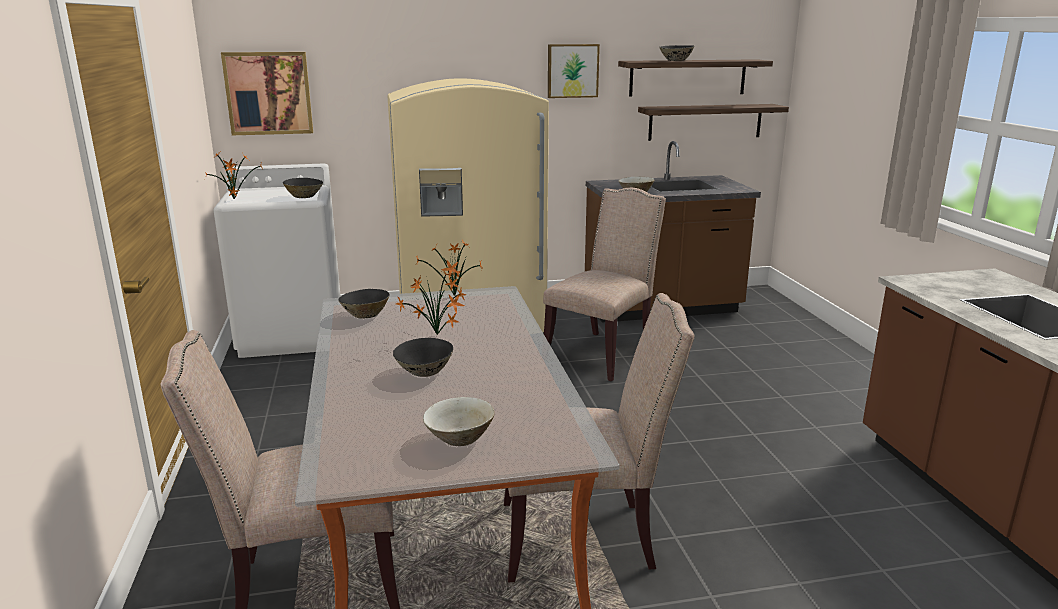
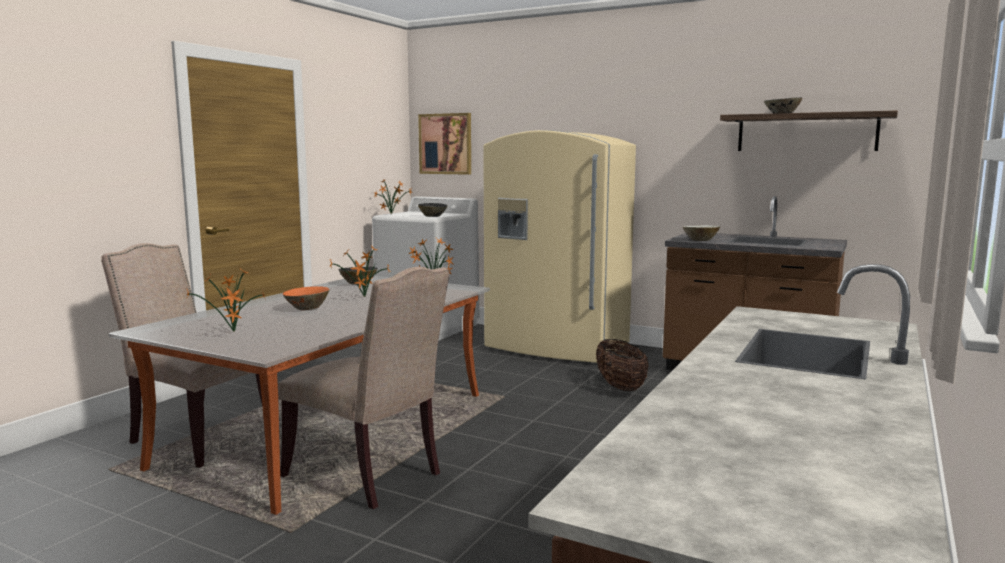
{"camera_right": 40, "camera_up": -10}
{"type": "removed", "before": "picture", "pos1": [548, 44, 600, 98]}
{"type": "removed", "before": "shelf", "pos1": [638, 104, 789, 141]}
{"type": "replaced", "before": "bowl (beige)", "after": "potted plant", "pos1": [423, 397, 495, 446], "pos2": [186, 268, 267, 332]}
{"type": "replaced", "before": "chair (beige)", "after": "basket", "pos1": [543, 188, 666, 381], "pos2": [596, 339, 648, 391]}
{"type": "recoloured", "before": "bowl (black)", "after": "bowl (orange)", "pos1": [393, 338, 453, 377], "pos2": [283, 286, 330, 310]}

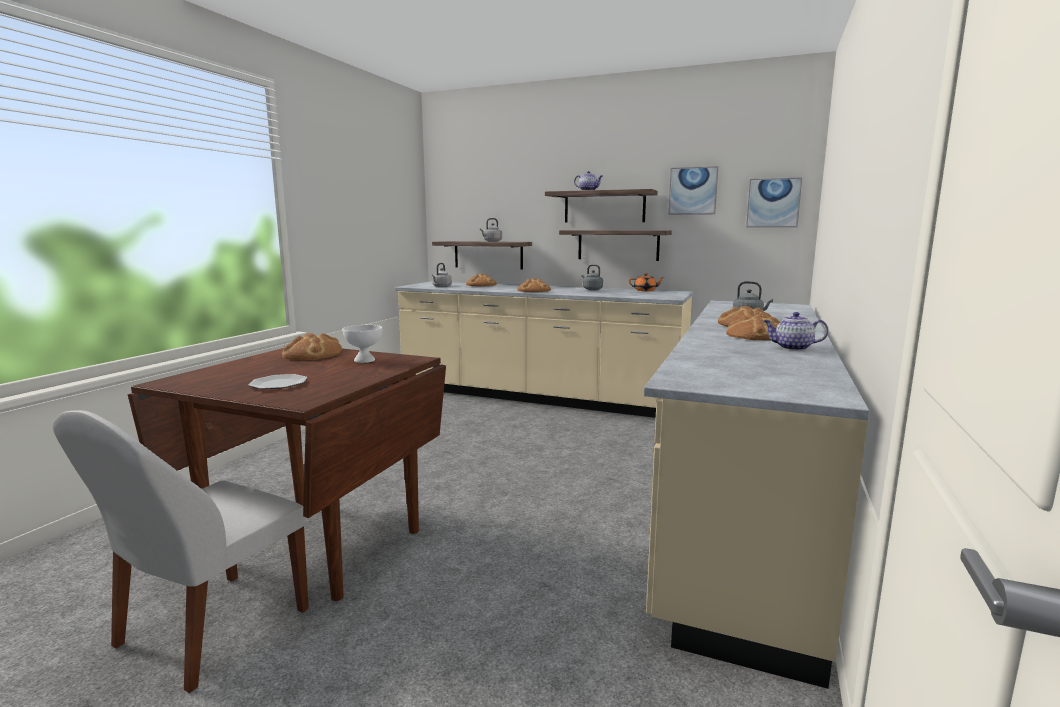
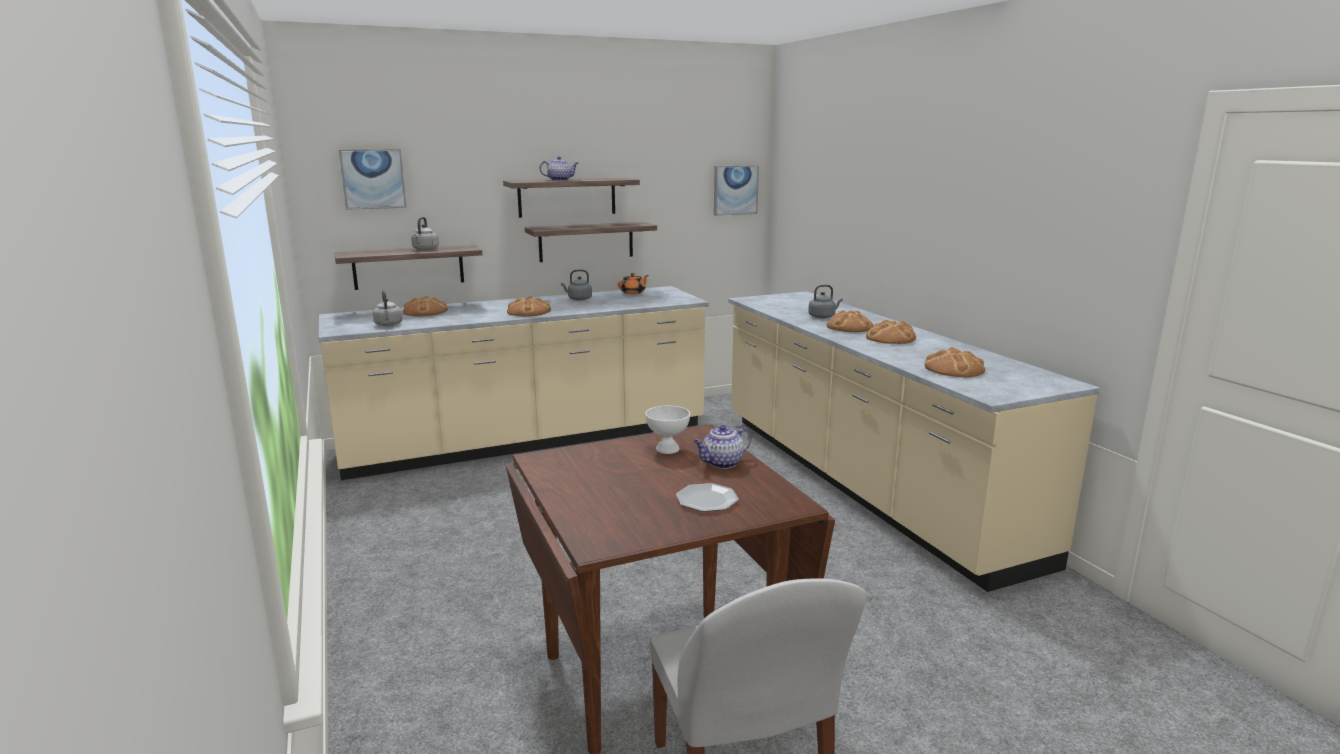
{"camera_right": -45, "camera_up": 5}
{"type": "moved", "before": "bread", "pos1": [282, 333, 342, 360], "pos2": [925, 347, 985, 378]}
{"type": "moved", "before": "picture", "pos1": [668, 166, 719, 215], "pos2": [339, 149, 407, 210]}
{"type": "moved", "before": "teapot", "pos1": [764, 312, 829, 350], "pos2": [694, 425, 751, 469]}

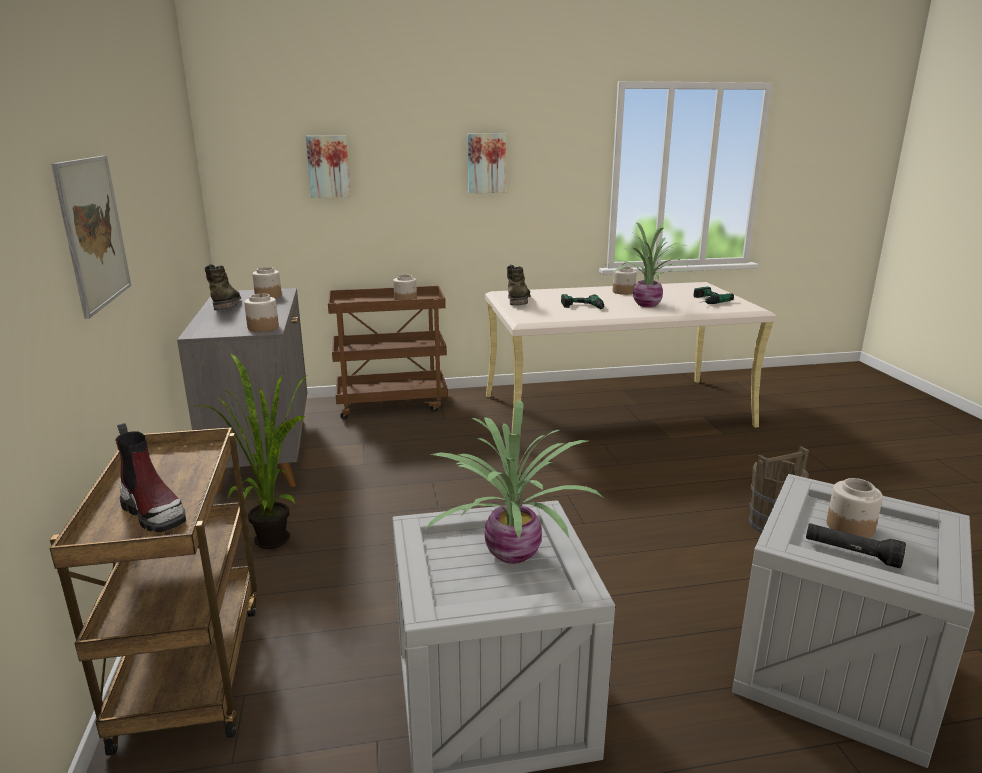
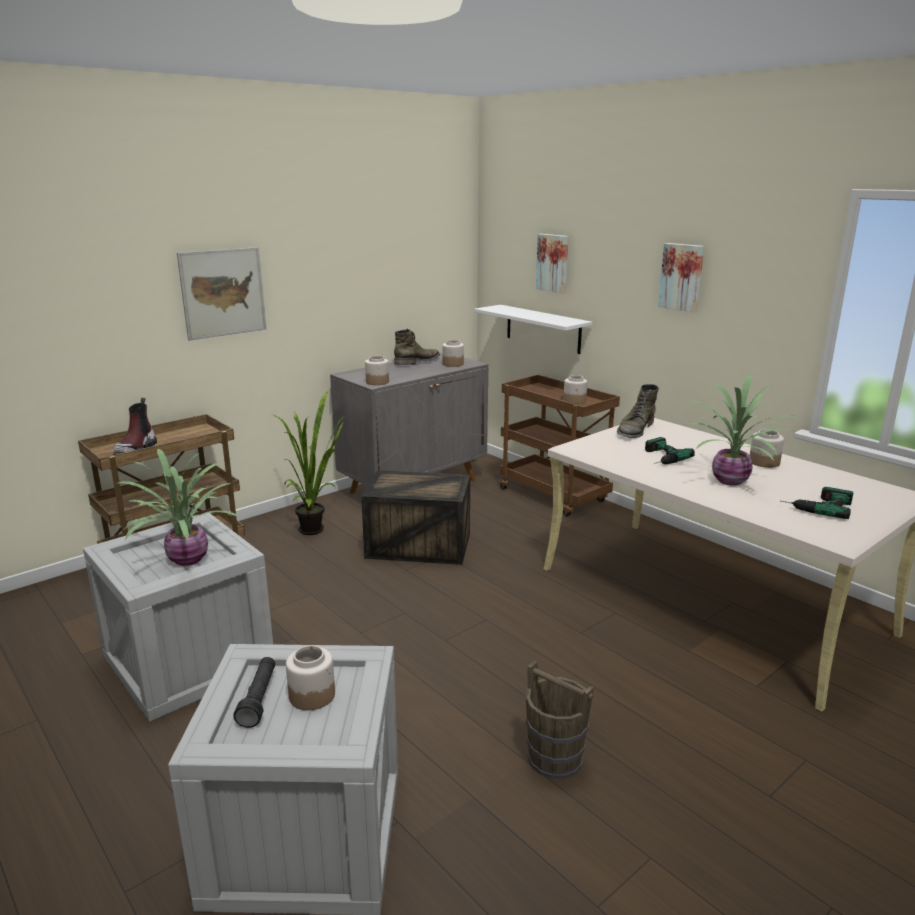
{"camera_right": 60, "camera_up": 0}
{"type": "added", "after": "crate", "pos2": [361, 470, 470, 565]}
{"type": "added", "after": "shelf (white)", "pos2": [474, 305, 592, 354]}
{"type": "turned", "before": "boot (green)", "pos1": [507, 265, 531, 305], "pos2": [617, 384, 659, 438], "turn": 150}

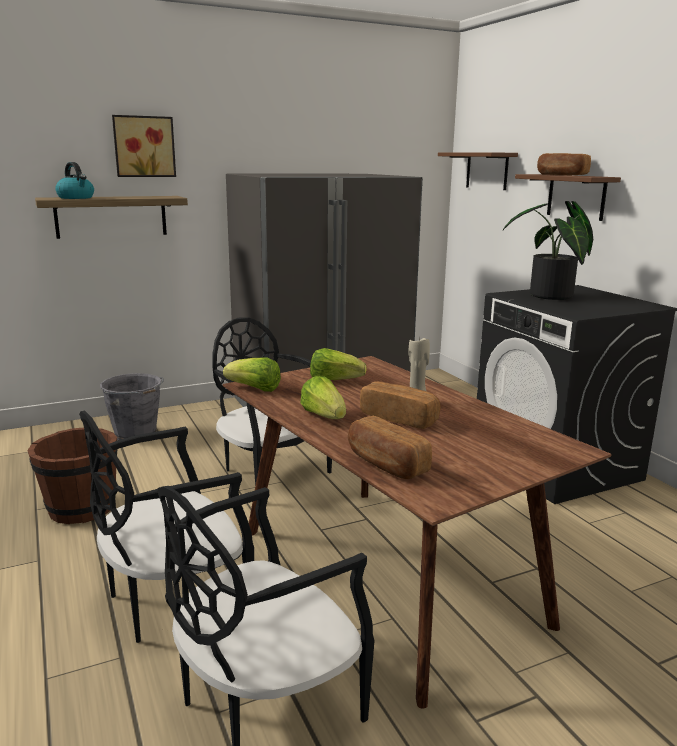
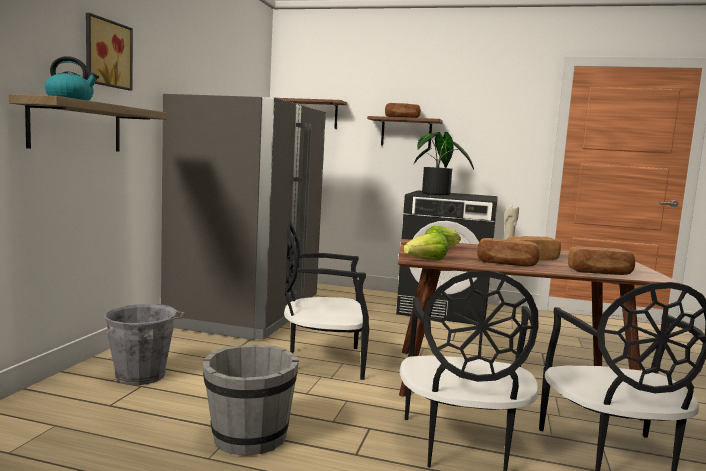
{"camera_right": -50, "camera_up": -10}
{"type": "replaced", "before": "lettuce", "after": "bread", "pos1": [300, 376, 346, 419], "pos2": [477, 238, 540, 266]}
{"type": "recoloured", "before": "bucket (brown)", "after": "bucket (grey)", "pos1": [27, 428, 118, 524], "pos2": [203, 345, 299, 456]}

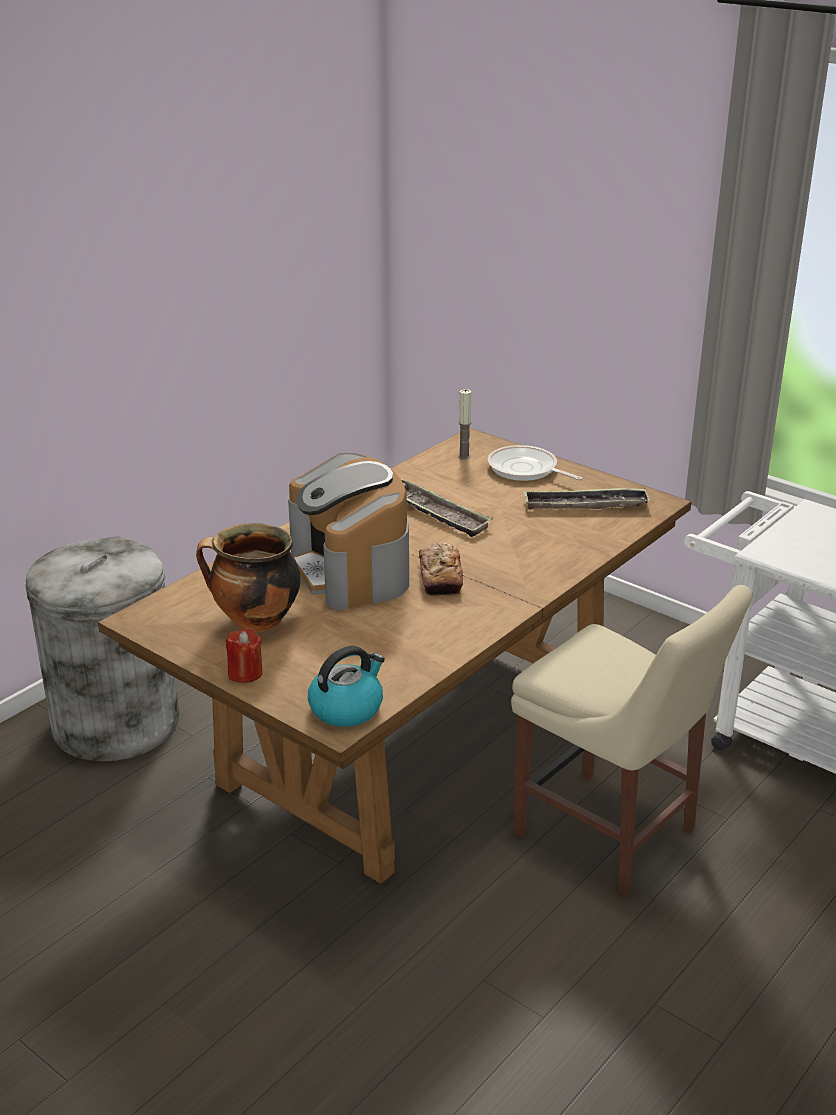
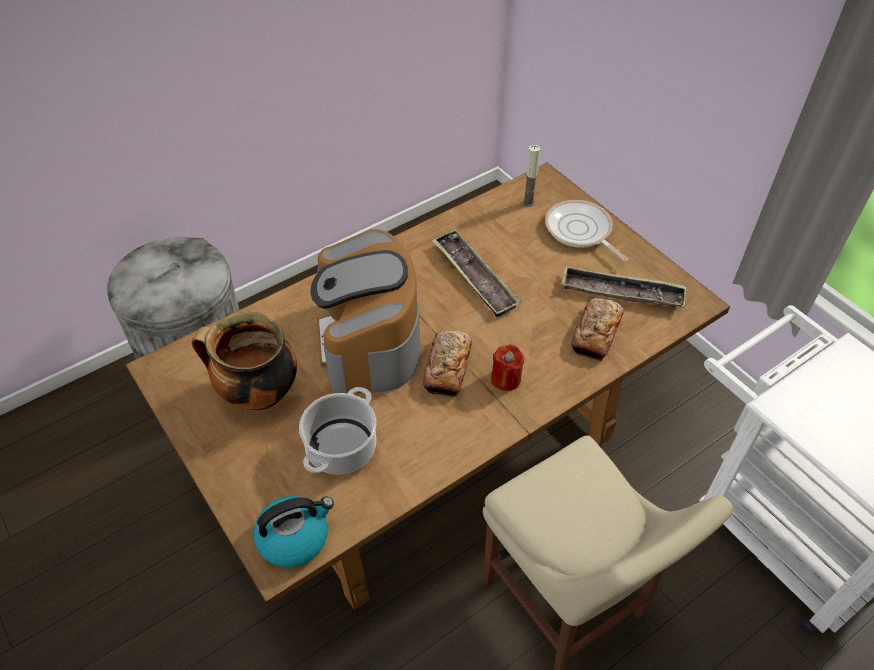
{"camera_right": 15, "camera_up": 20}
{"type": "added", "after": "cooking pot", "pos2": [299, 387, 376, 475]}
{"type": "added", "after": "bread", "pos2": [571, 298, 624, 361]}
{"type": "moved", "before": "candle (red)", "pos1": [225, 628, 263, 683], "pos2": [491, 345, 524, 391]}

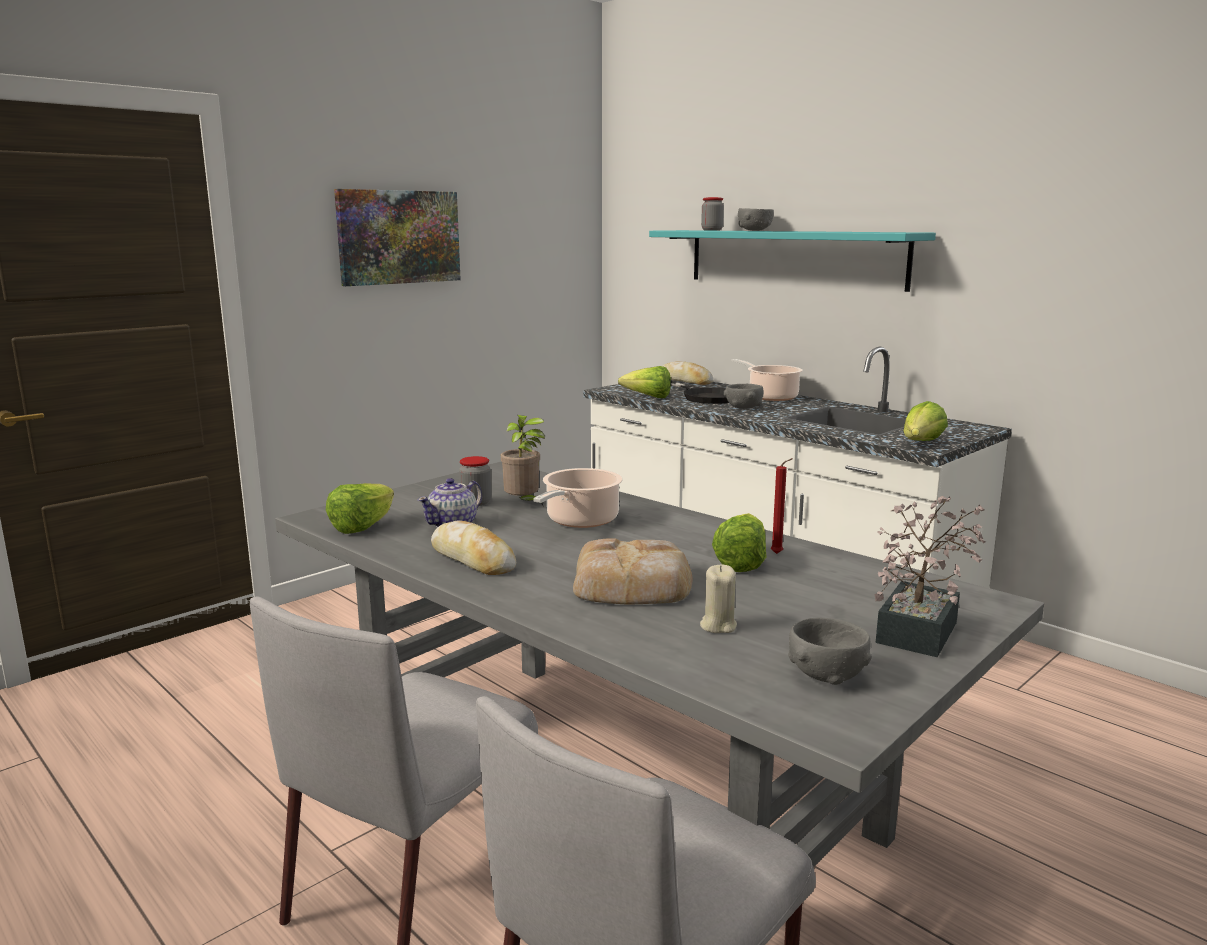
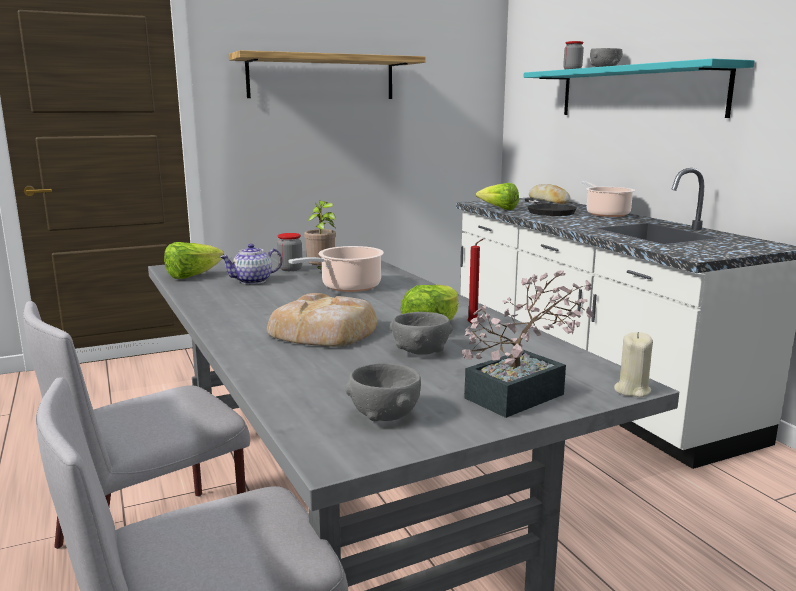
{"camera_right": 20, "camera_up": 0}
{"type": "removed", "before": "bread", "pos1": [431, 521, 516, 575]}
{"type": "removed", "before": "lettuce", "pos1": [903, 401, 948, 441]}
{"type": "moved", "before": "candle (beige)", "pos1": [700, 565, 737, 633], "pos2": [614, 332, 653, 397]}
{"type": "moved", "before": "bowl (grey)", "pos1": [724, 384, 764, 409], "pos2": [390, 312, 453, 355]}
{"type": "replaced", "before": "picture", "after": "shelf", "pos1": [334, 189, 461, 286], "pos2": [229, 50, 425, 99]}

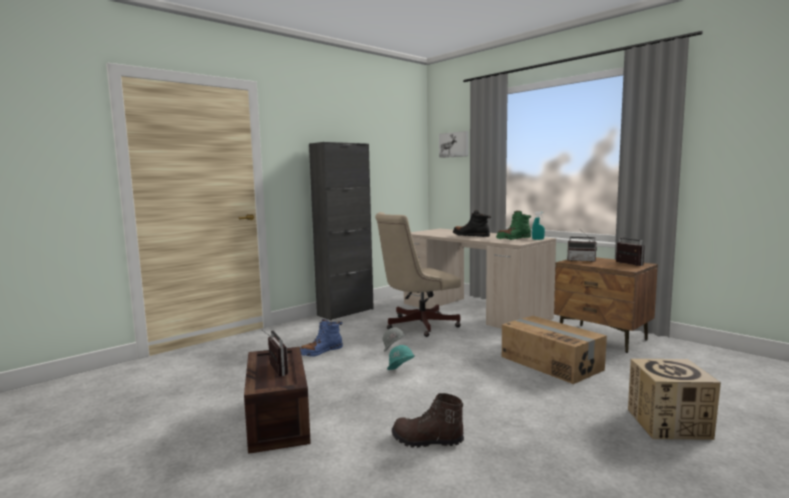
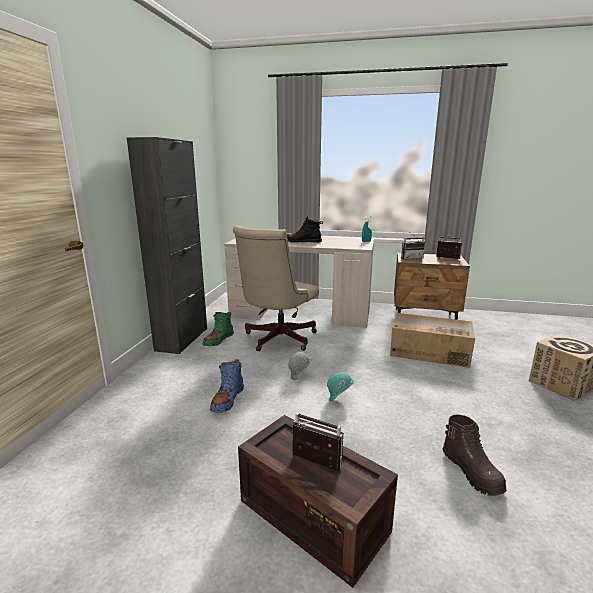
{"camera_right": -35, "camera_up": 10}
{"type": "removed", "before": "picture", "pos1": [439, 131, 468, 158]}
{"type": "moved", "before": "boot (green)", "pos1": [496, 211, 531, 240], "pos2": [203, 312, 234, 346]}
{"type": "turned", "before": "boot (brown)", "pos1": [392, 393, 464, 448], "pos2": [442, 415, 507, 496], "turn": -90}

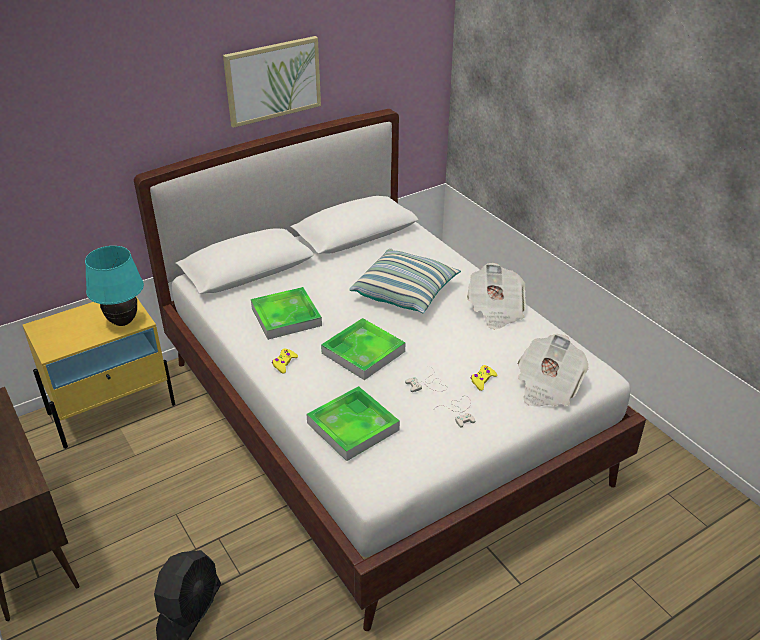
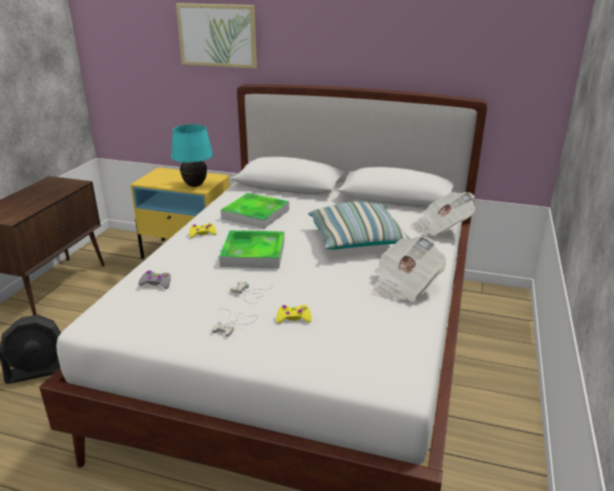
{"camera_right": 50, "camera_up": -10}
{"type": "moved", "before": "picture", "pos1": [223, 36, 321, 128], "pos2": [176, 3, 257, 69]}
{"type": "moved", "before": "newspaper", "pos1": [518, 334, 589, 407], "pos2": [410, 192, 475, 236]}
{"type": "replaced", "before": "tray", "after": "game controller (grey)", "pos1": [306, 386, 400, 461], "pos2": [138, 270, 171, 289]}

